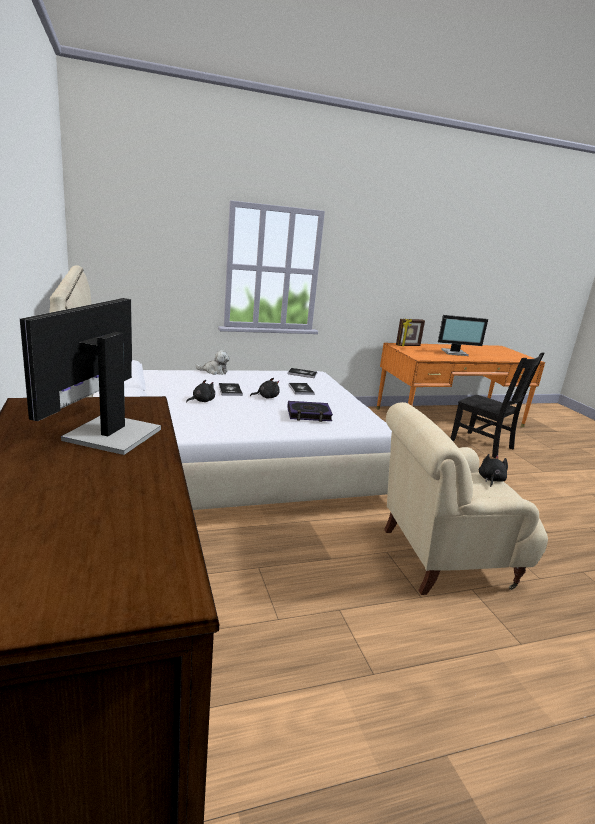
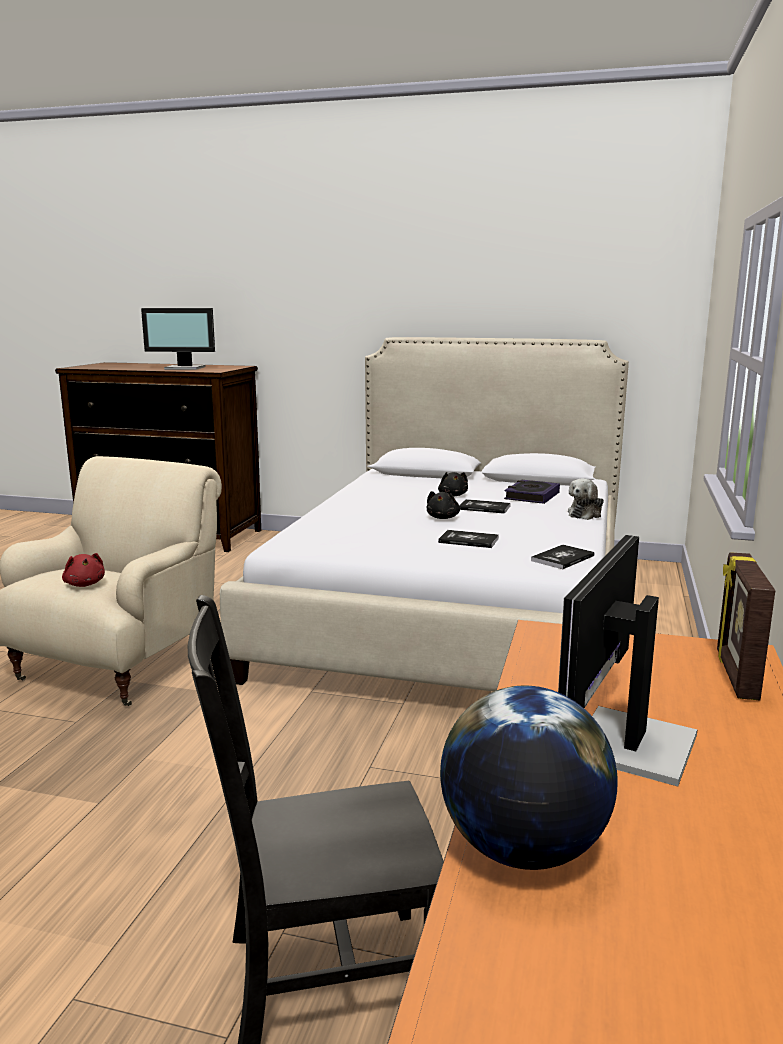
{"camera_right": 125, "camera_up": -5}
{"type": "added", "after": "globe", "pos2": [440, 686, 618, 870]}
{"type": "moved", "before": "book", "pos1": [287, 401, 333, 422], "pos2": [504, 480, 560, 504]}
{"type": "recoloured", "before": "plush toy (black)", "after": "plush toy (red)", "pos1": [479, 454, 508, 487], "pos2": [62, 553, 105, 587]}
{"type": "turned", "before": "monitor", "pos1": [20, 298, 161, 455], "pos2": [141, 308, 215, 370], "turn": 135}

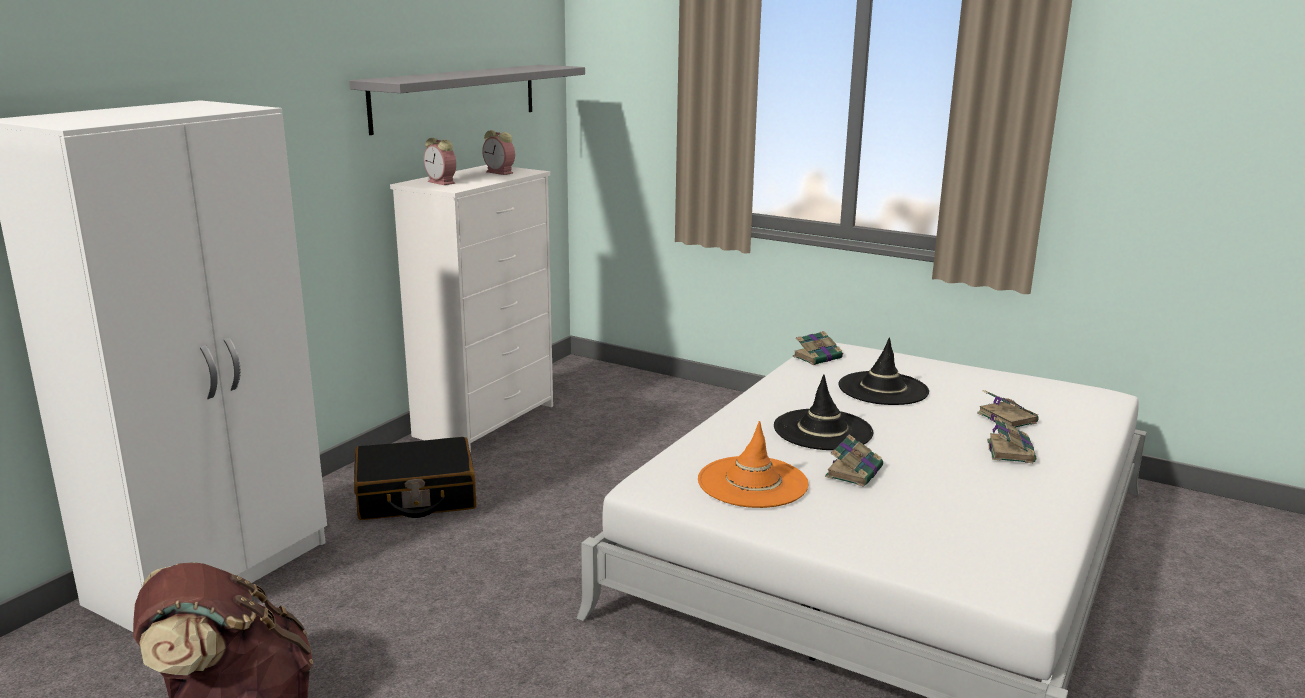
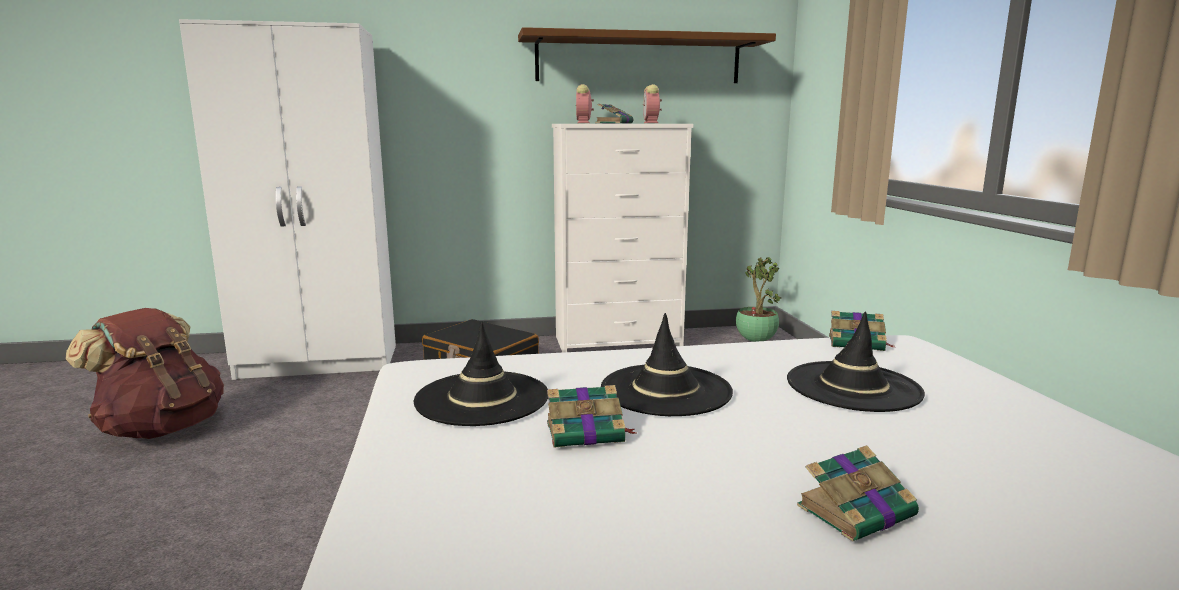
{"camera_right": 50, "camera_up": -5}
{"type": "added", "after": "potted plant", "pos2": [736, 257, 781, 342]}
{"type": "moved", "before": "book", "pos1": [977, 390, 1039, 427], "pos2": [595, 104, 634, 123]}
{"type": "recoloured", "before": "shelf (grey)", "after": "shelf (brown)", "pos1": [349, 65, 585, 135], "pos2": [518, 27, 776, 83]}
{"type": "recoloured", "before": "hat (orange)", "after": "hat (black)", "pos1": [698, 421, 808, 508], "pos2": [414, 322, 548, 426]}

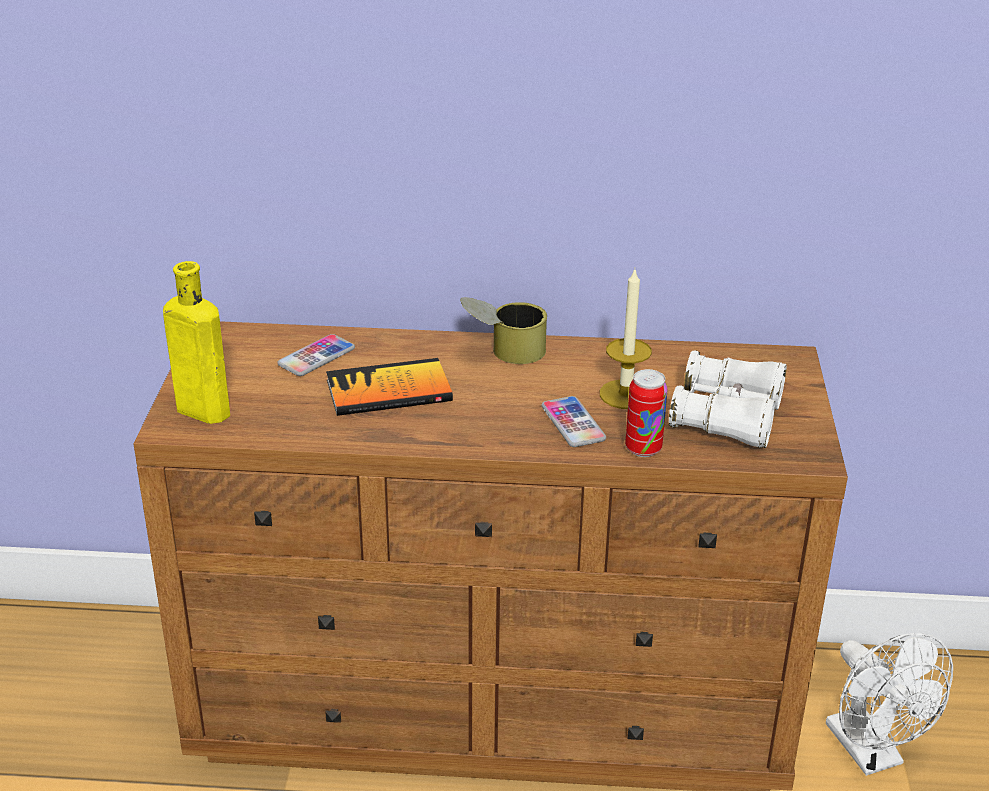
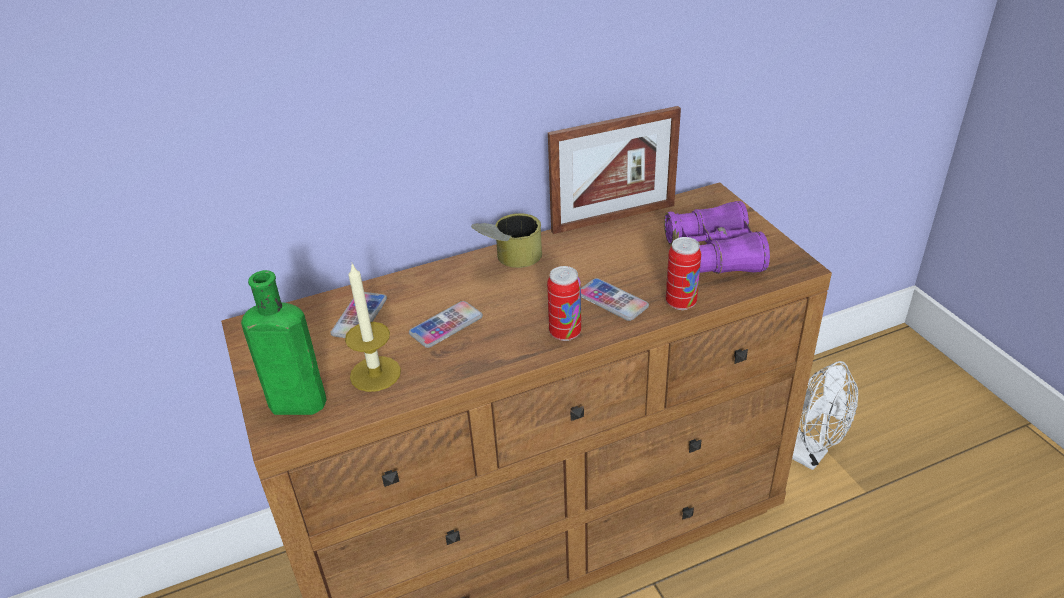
{"camera_right": -25, "camera_up": 5}
{"type": "added", "after": "can", "pos2": [547, 266, 581, 341]}
{"type": "added", "after": "picture frame", "pos2": [548, 106, 681, 234]}
{"type": "moved", "before": "candle", "pos1": [600, 269, 652, 409], "pos2": [345, 264, 401, 392]}
{"type": "replaced", "before": "book", "after": "phone", "pos1": [326, 358, 453, 416], "pos2": [409, 301, 483, 348]}
{"type": "recoloured", "before": "bottle (yellow)", "after": "bottle (green)", "pos1": [163, 261, 230, 424], "pos2": [241, 270, 327, 415]}
{"type": "recoloured", "before": "binoculars (white)", "after": "binoculars (purple)", "pos1": [669, 350, 787, 448], "pos2": [664, 201, 770, 274]}

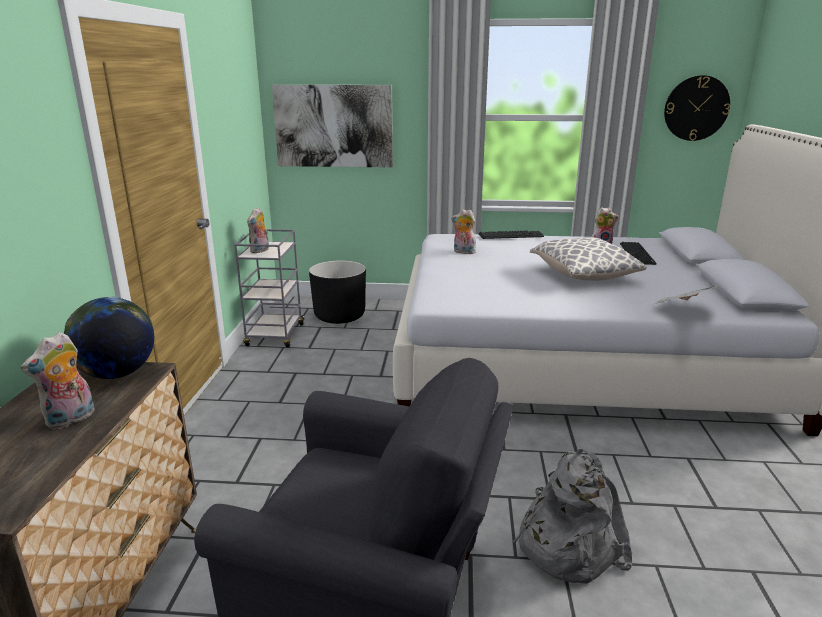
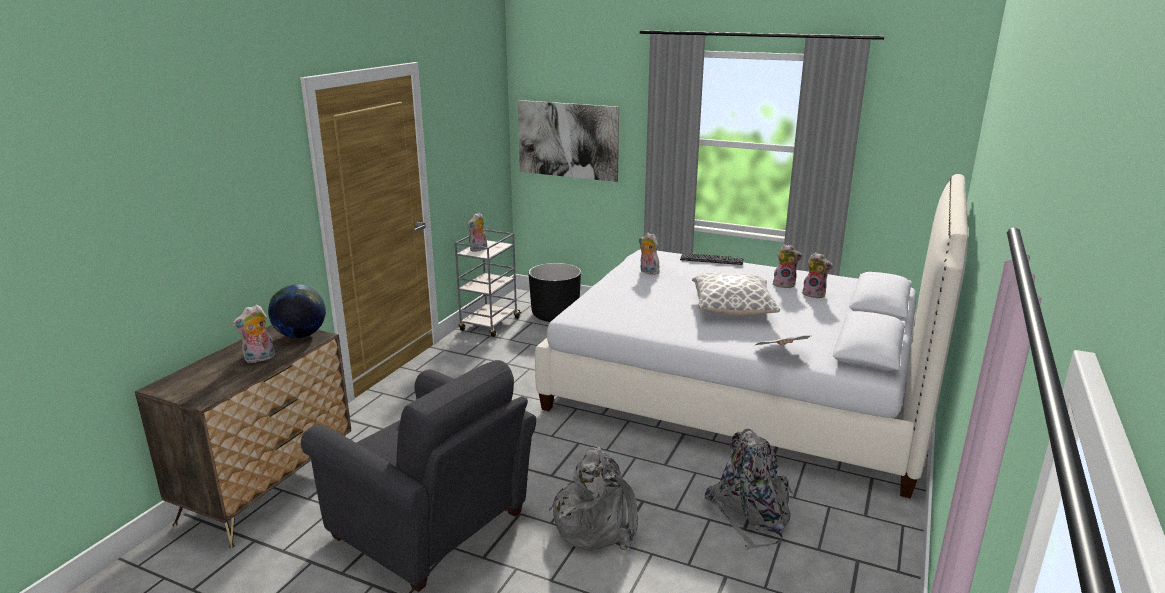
{"camera_right": 20, "camera_up": 0}
{"type": "removed", "before": "wall clock", "pos1": [664, 75, 730, 141]}
{"type": "added", "after": "backpack (grey)", "pos2": [704, 429, 793, 550]}
{"type": "replaced", "before": "keyboard", "after": "plush toy", "pos1": [620, 242, 656, 265], "pos2": [802, 252, 833, 298]}

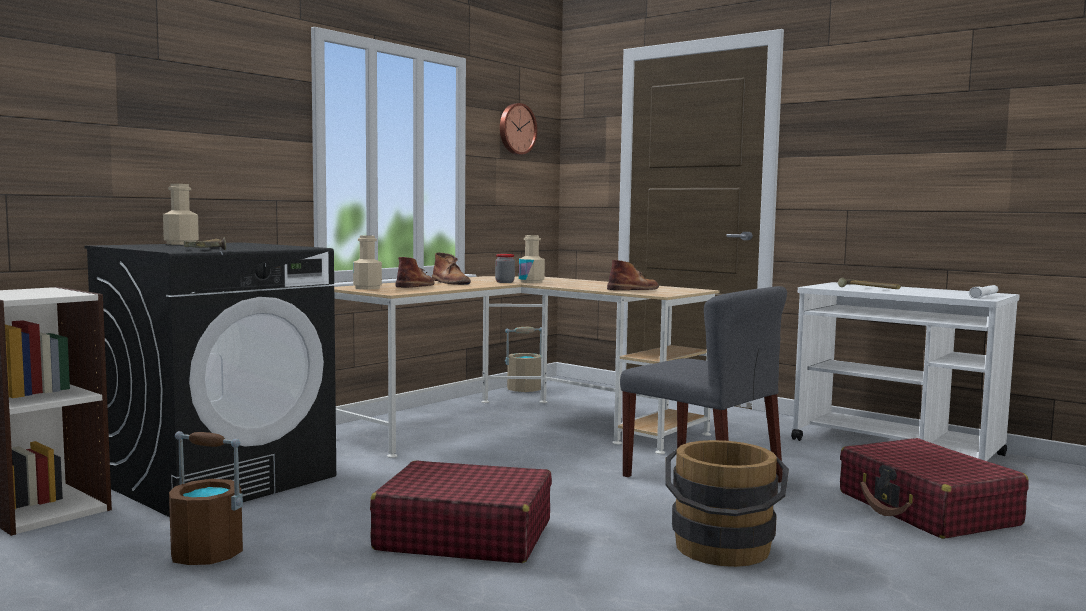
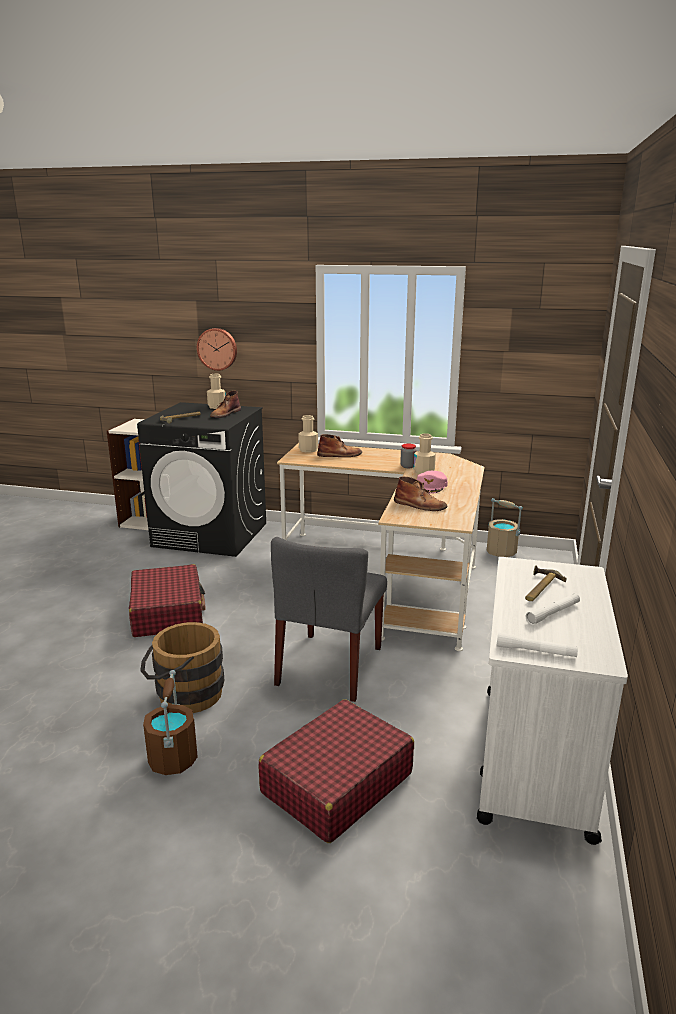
{"camera_right": 65, "camera_up": 15}
{"type": "added", "after": "cap (pink)", "pos2": [417, 471, 448, 494]}
{"type": "added", "after": "flashlight (white)", "pos2": [526, 594, 580, 625]}
{"type": "moved", "before": "bucket (brown)", "pos1": [169, 431, 243, 565], "pos2": [143, 670, 198, 775]}
{"type": "moved", "before": "boot (brown)", "pos1": [432, 252, 471, 285], "pos2": [210, 391, 241, 418]}
{"type": "moved", "before": "wall clock", "pos1": [500, 103, 537, 155], "pos2": [197, 328, 237, 371]}

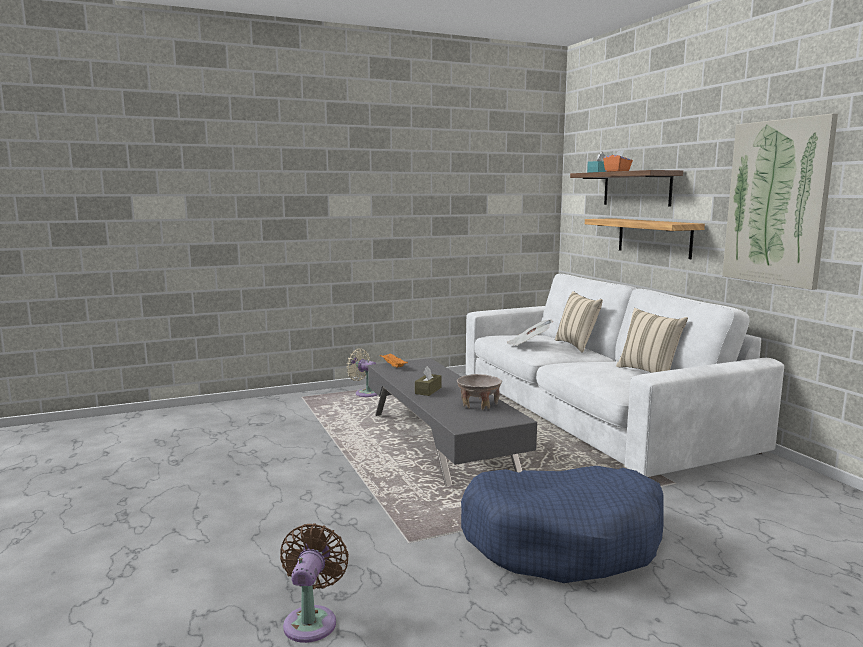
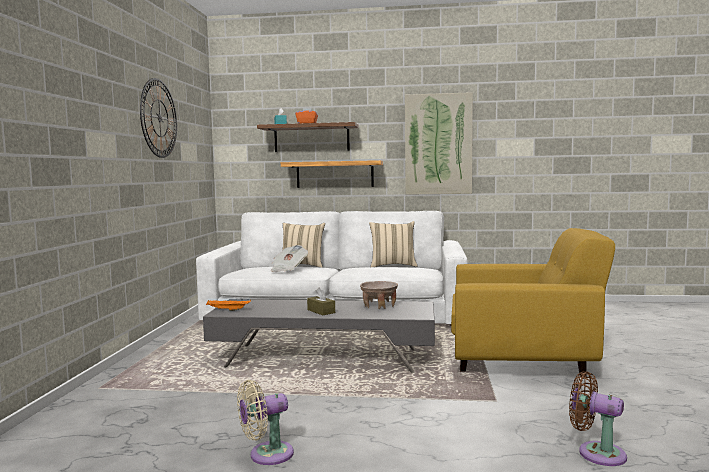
{"camera_right": -60, "camera_up": -5}
{"type": "added", "after": "wall clock", "pos2": [140, 78, 177, 158]}
{"type": "moved", "before": "fan (beige)", "pos1": [346, 348, 377, 397], "pos2": [237, 380, 294, 465]}
{"type": "replaced", "before": "dog bed (blue)", "after": "armchair (yellow)", "pos1": [461, 466, 664, 583], "pos2": [451, 228, 615, 377]}

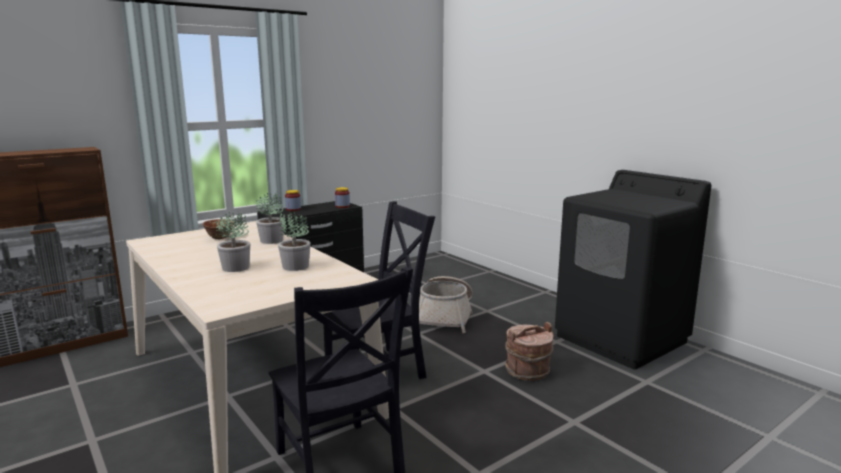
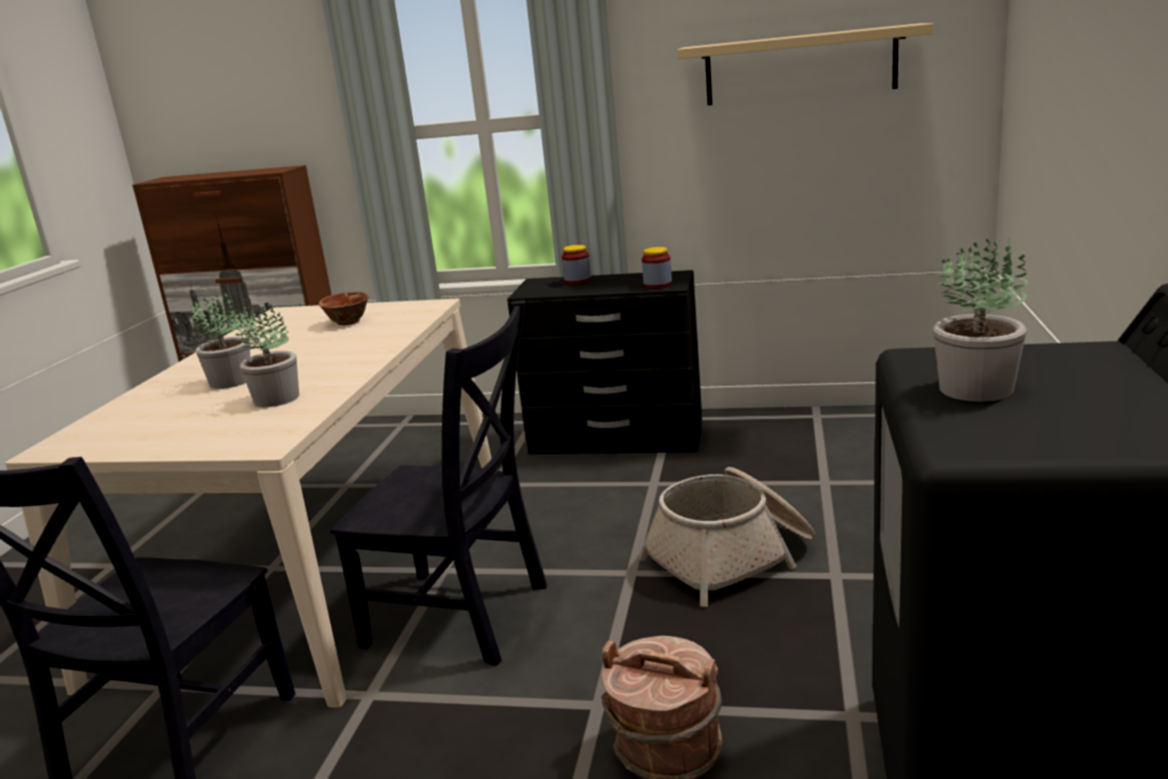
{"camera_right": 50, "camera_up": 5}
{"type": "added", "after": "shelf (beige)", "pos2": [677, 23, 933, 105]}
{"type": "moved", "before": "potted plant", "pos1": [256, 193, 284, 244], "pos2": [933, 239, 1028, 402]}

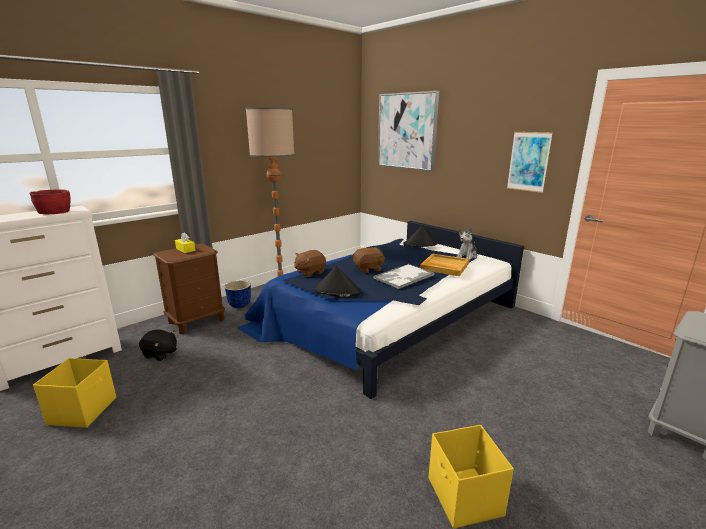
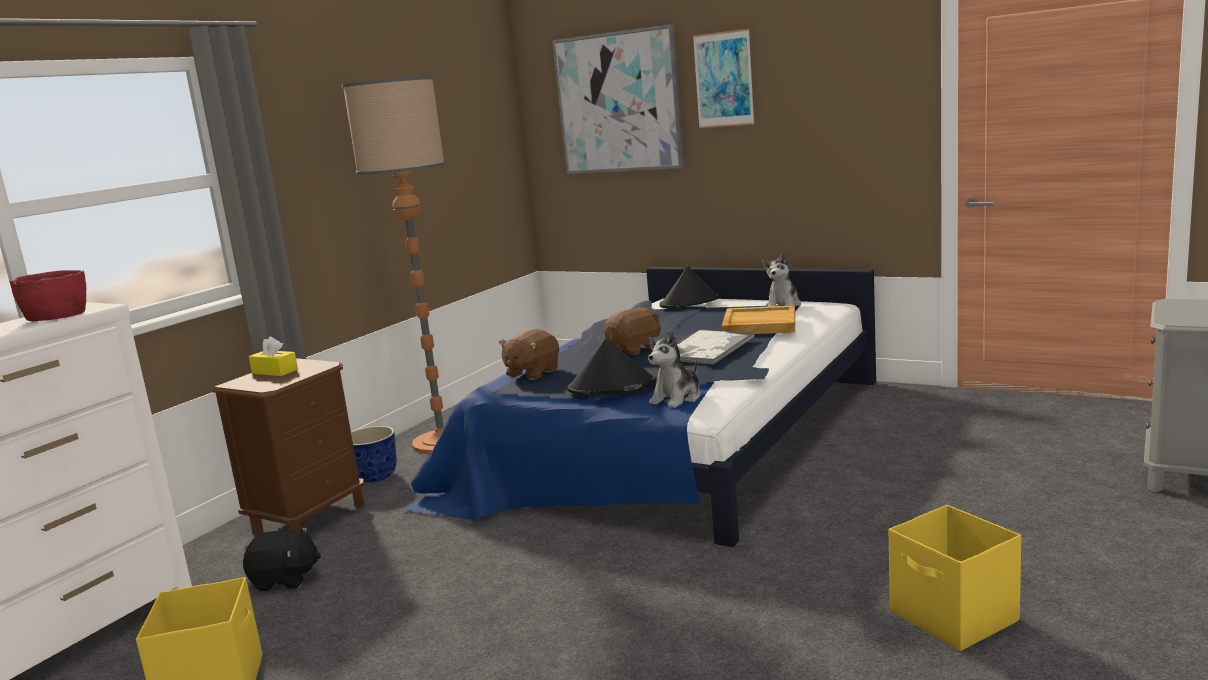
{"camera_right": -15, "camera_up": -5}
{"type": "added", "after": "plush toy", "pos2": [648, 330, 701, 408]}
{"type": "moved", "before": "picture", "pos1": [507, 132, 553, 193], "pos2": [693, 29, 754, 128]}

